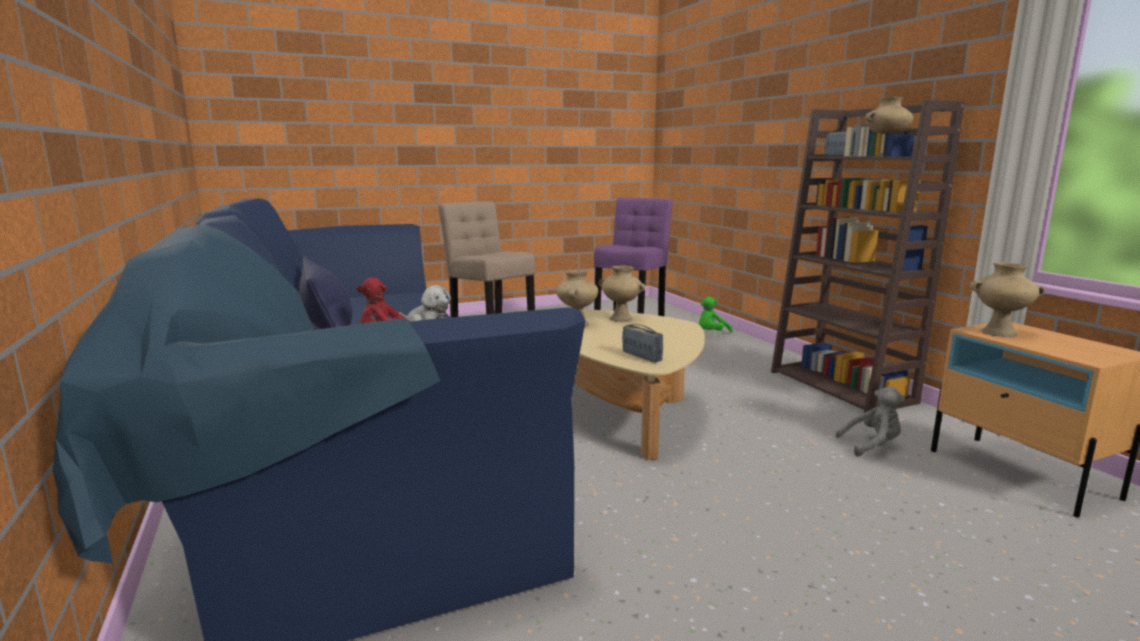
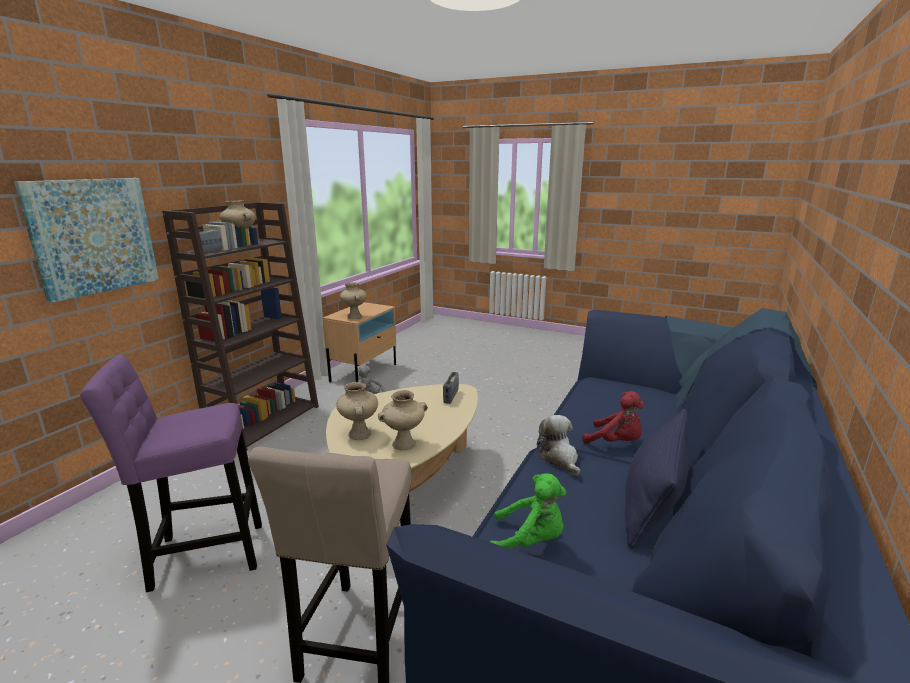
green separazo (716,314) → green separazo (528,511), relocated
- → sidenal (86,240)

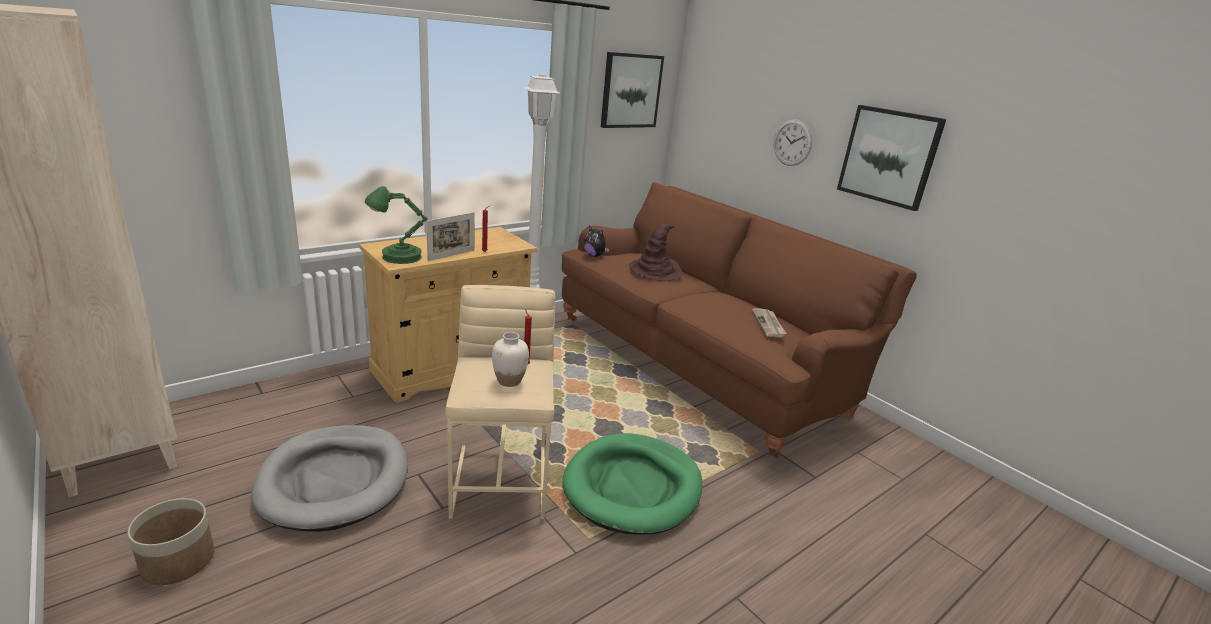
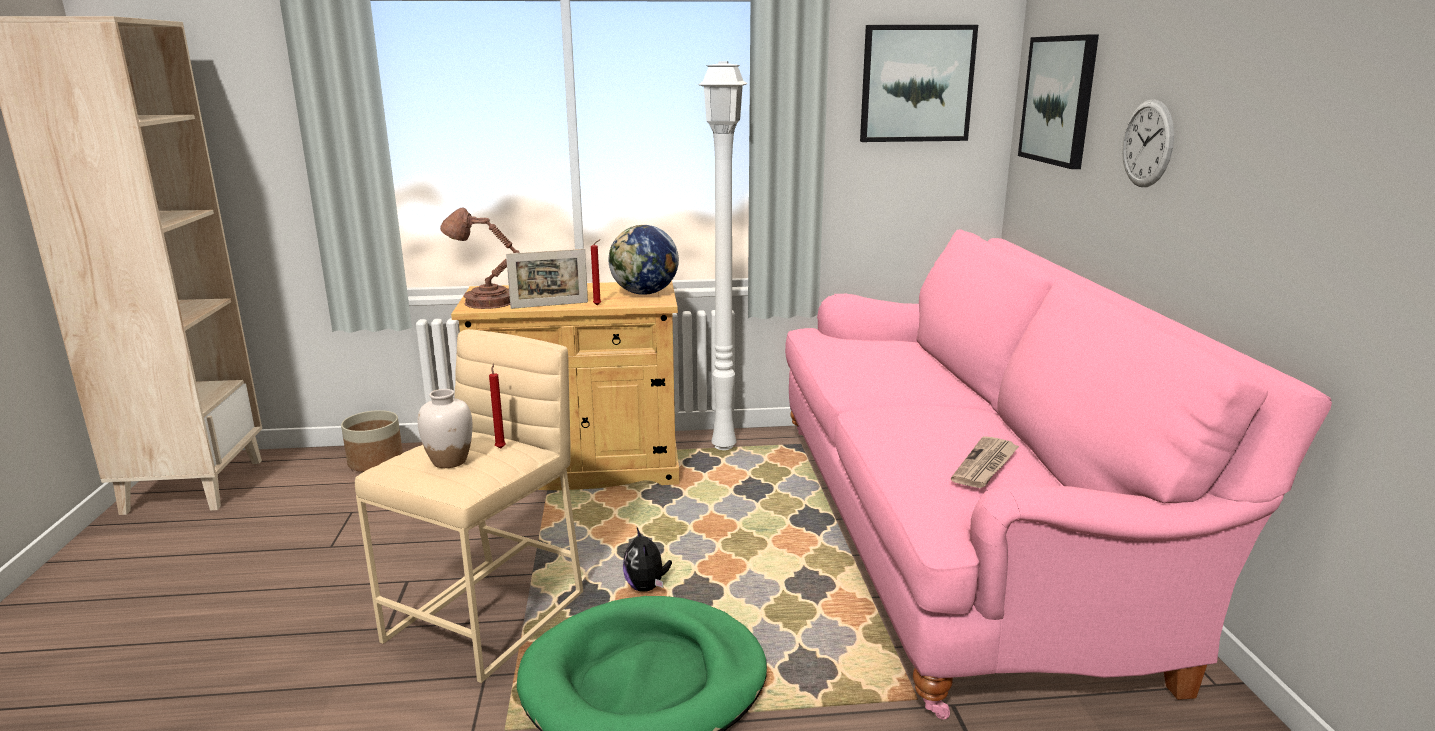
sidenal (891,158) → sidenal (1058,101), relocated
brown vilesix (739,320) → pink vilesix (1058,474)
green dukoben (396,225) → brown dukoben (480,258)
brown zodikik (656,252) → -
separazo (597,241) → separazo (647,560), relocated
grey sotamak (329,478) → -
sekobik (171,541) → sekobik (372,441), relocated
- → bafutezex (643,260)

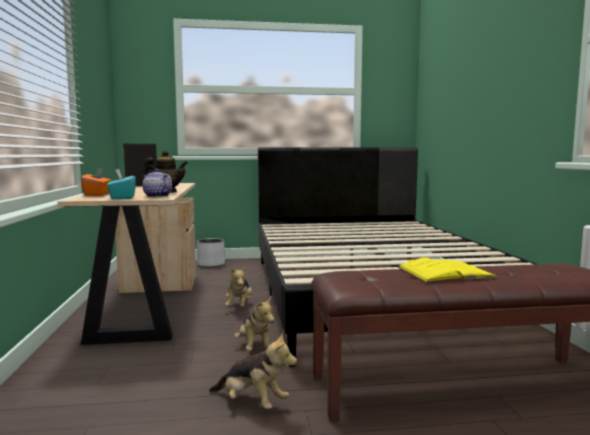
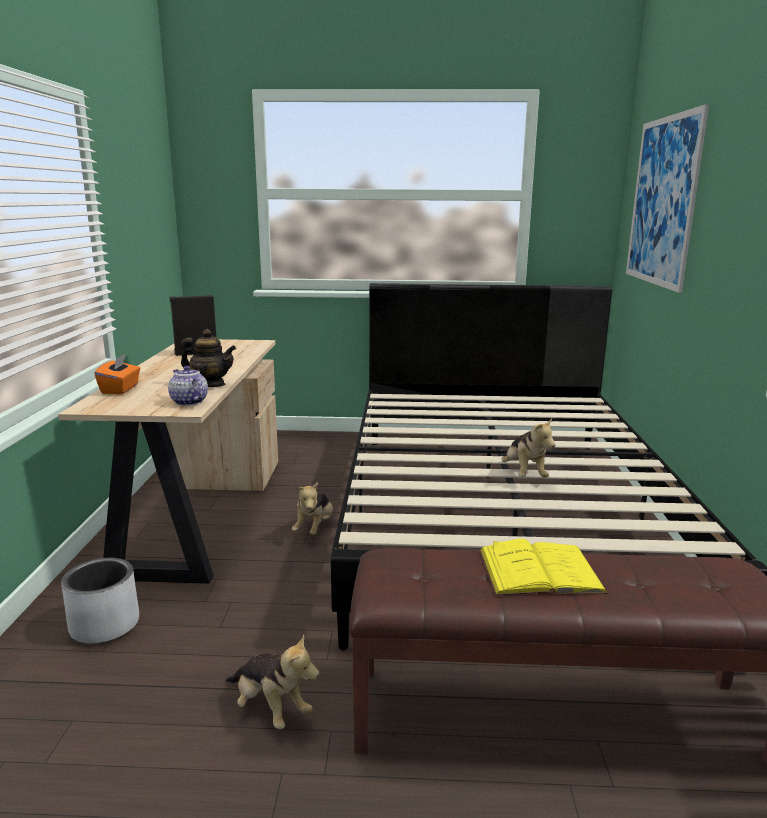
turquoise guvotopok (121,184) → -
grey sekobik (211,252) → grey sekobik (100,601), relocated
separazo (254,324) → separazo (528,447), relocated
- → sidenal (667,198)

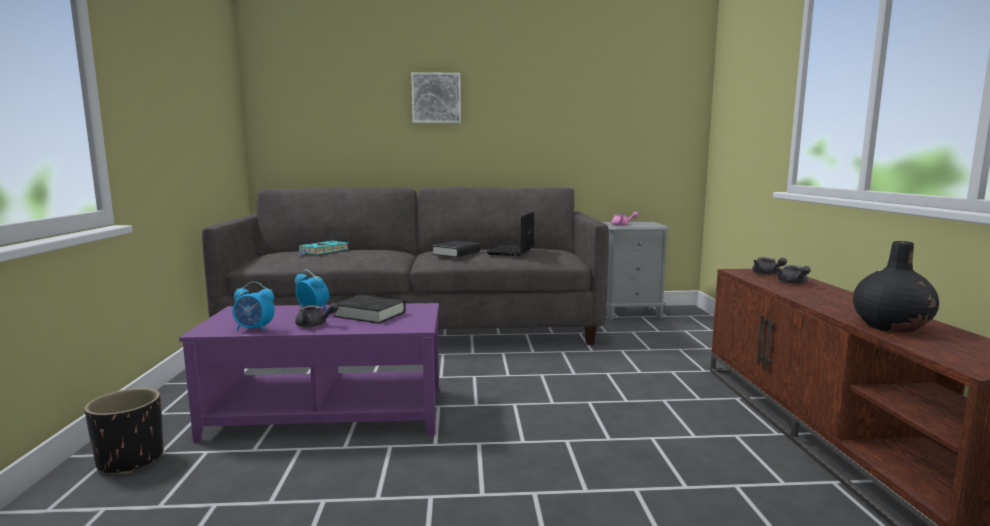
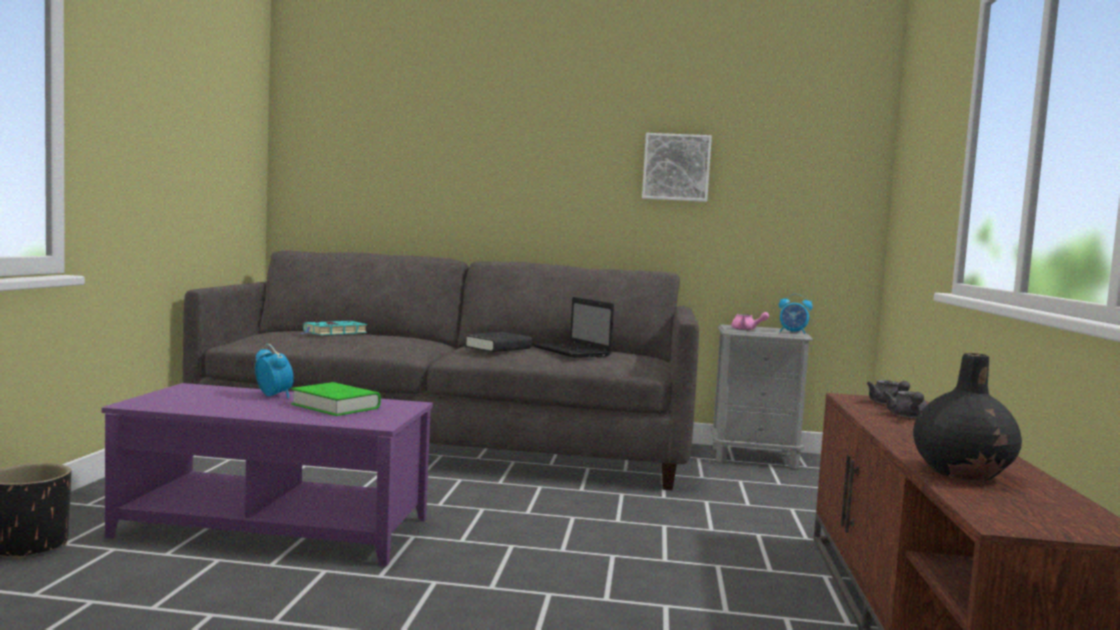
sidenal (436,97) → sidenal (677,167), relocated
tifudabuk (510,233) → tifudabuk (573,327), 60 degrees counterclockwise
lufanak (254,306) → lufanak (796,314), relocated
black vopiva (370,309) → green vopiva (336,399)
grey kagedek (317,315) → -

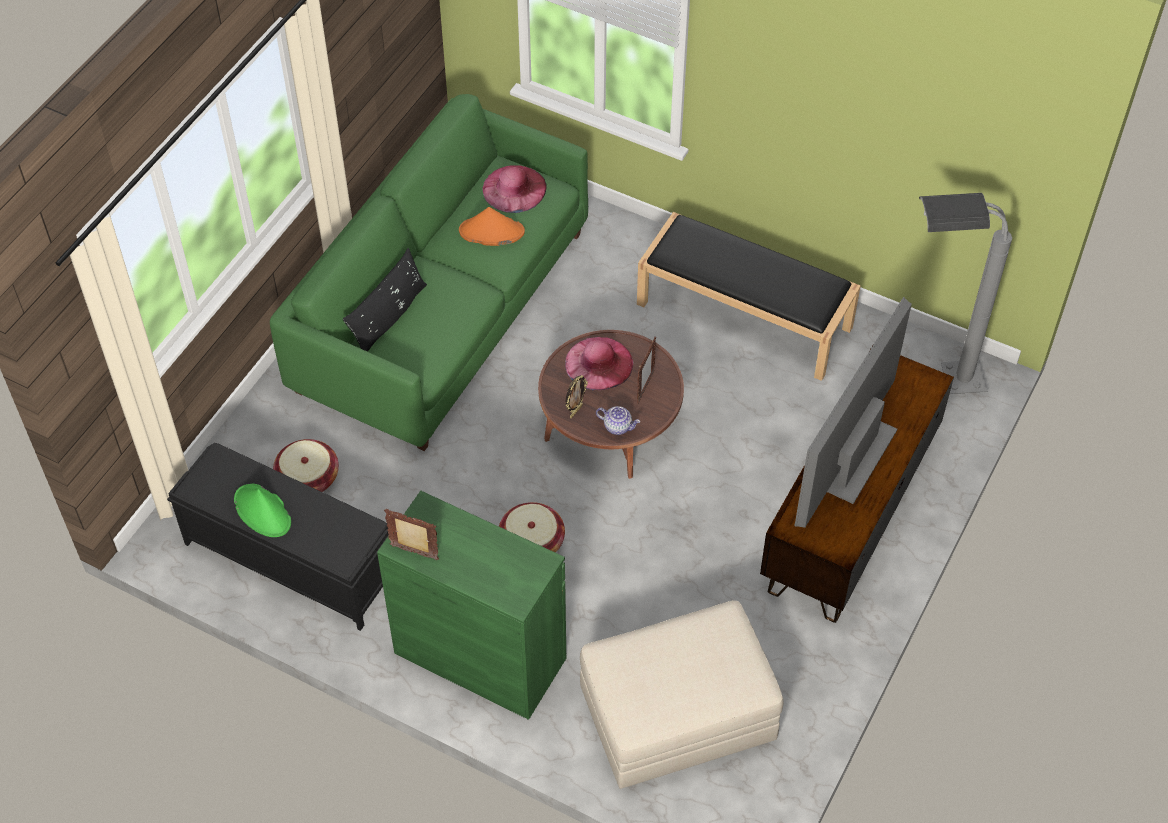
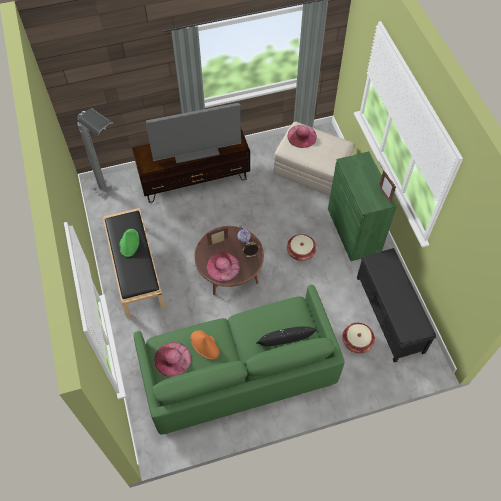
green zodikik (262,510) → green zodikik (129,243), relocated
- → pink zodikik (302,136)

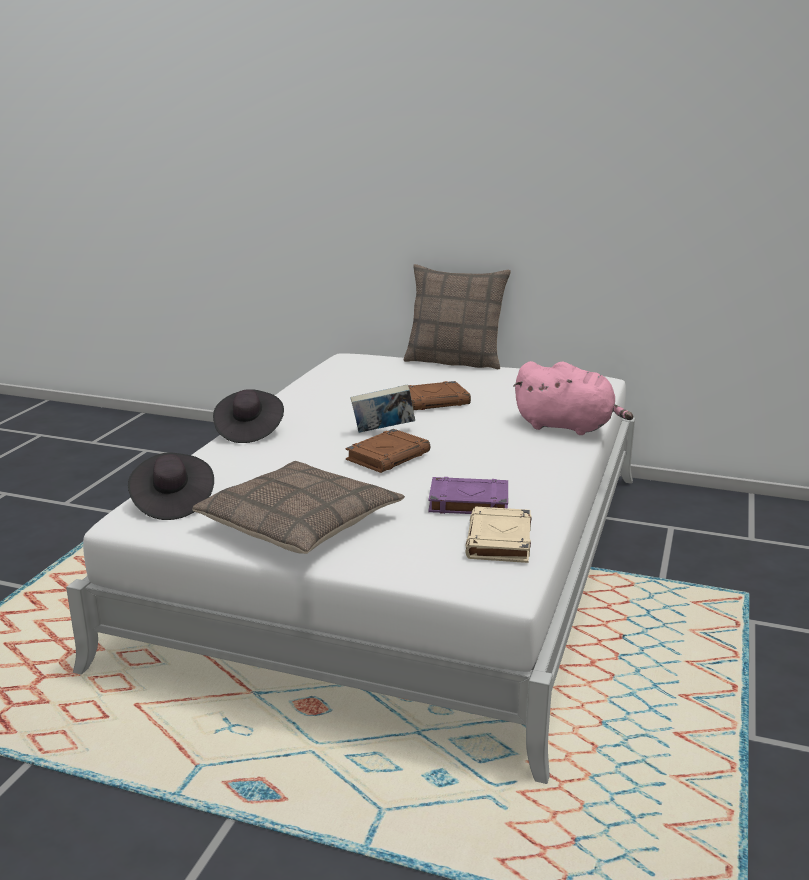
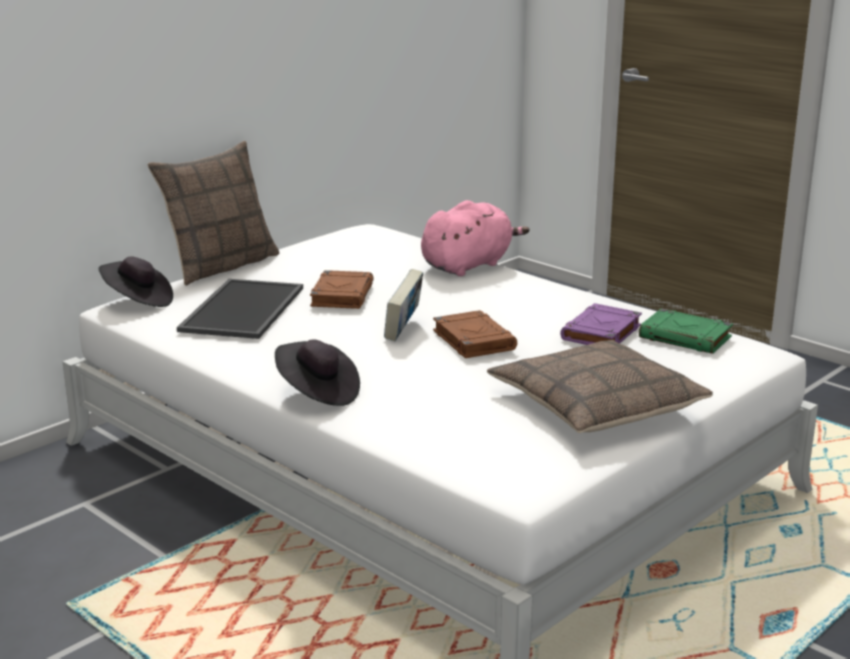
black zodikik (171,486) → black zodikik (136,281), relocated
beige vopiva (498,535) → green vopiva (686,331)
- → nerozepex (240,309)

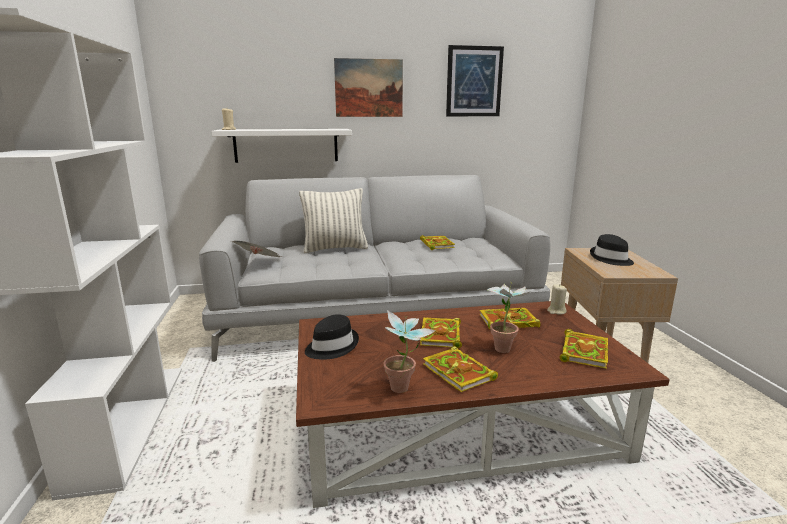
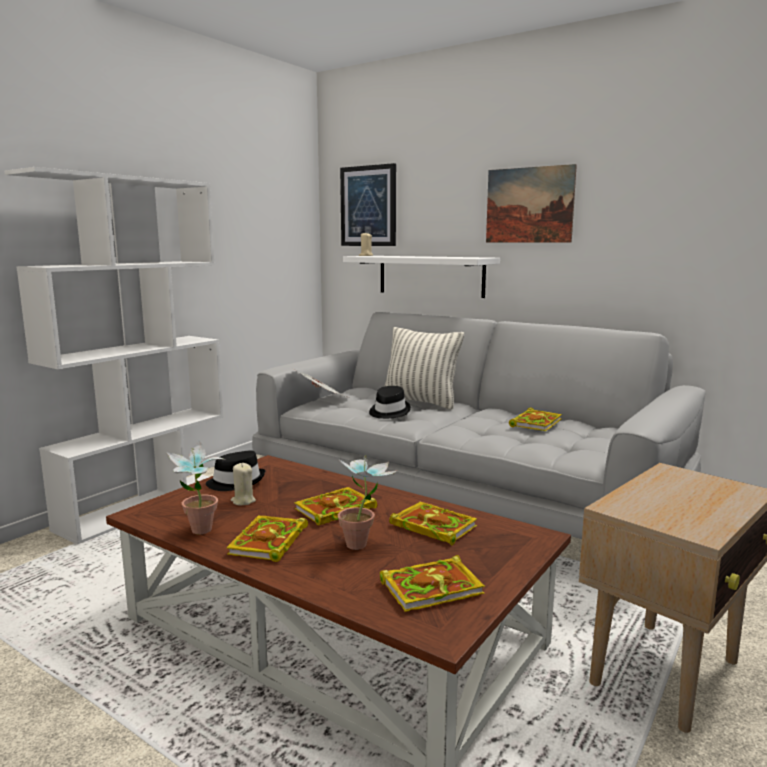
sidenal (475,80) → sidenal (368,204), relocated
black zodikik (612,250) → black zodikik (390,402), relocated
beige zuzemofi (557,299) → beige zuzemofi (243,484), relocated

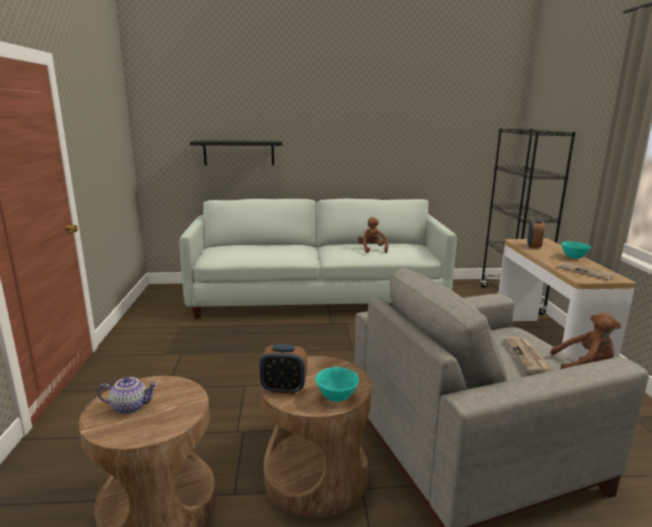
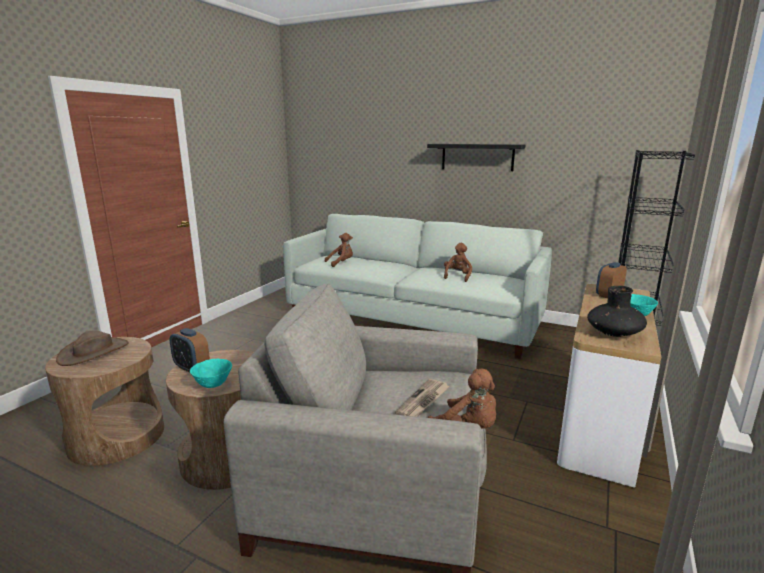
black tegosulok (236,152) → black tegosulok (476,157), relocated
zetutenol (587,272) → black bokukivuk (617,311)
kagedek (128,395) → brown zodikik (92,348)
- → brown separazo (339,250)

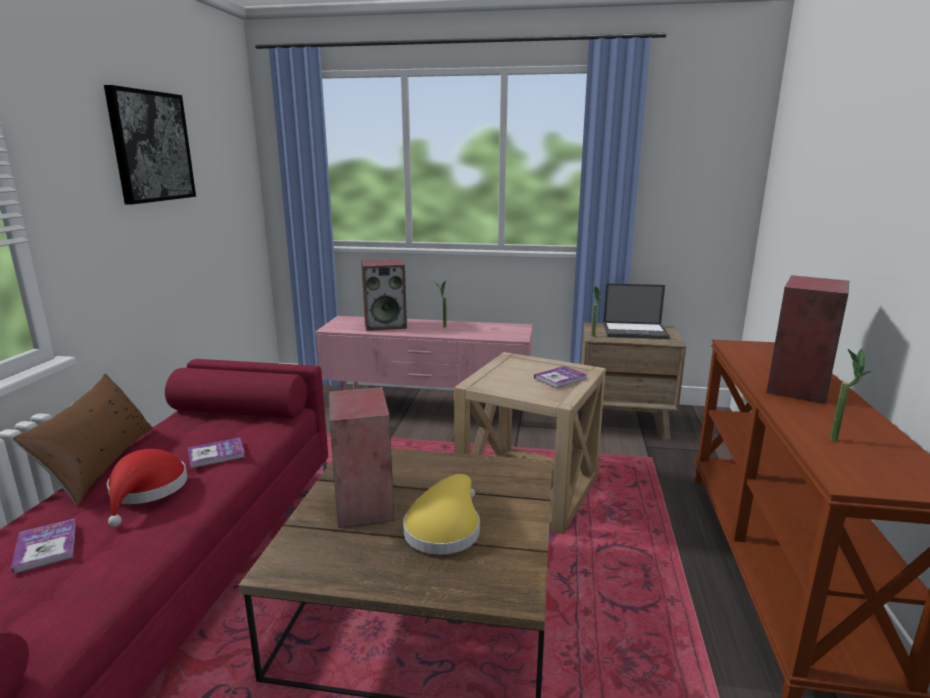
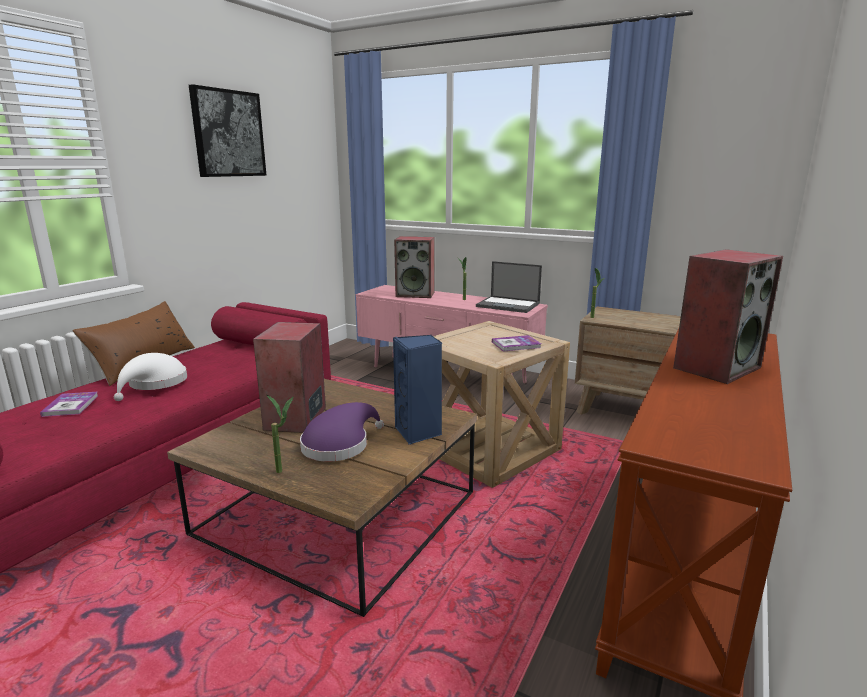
tifudabuk (636,311) → tifudabuk (509,287), relocated
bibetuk (851,395) → bibetuk (280,434), relocated
vopiva (216,452) → -
red zodikik (147,488) → white zodikik (150,377)
yellow zodikik (441,514) → purple zodikik (342,432)
- → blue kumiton (417,390)

